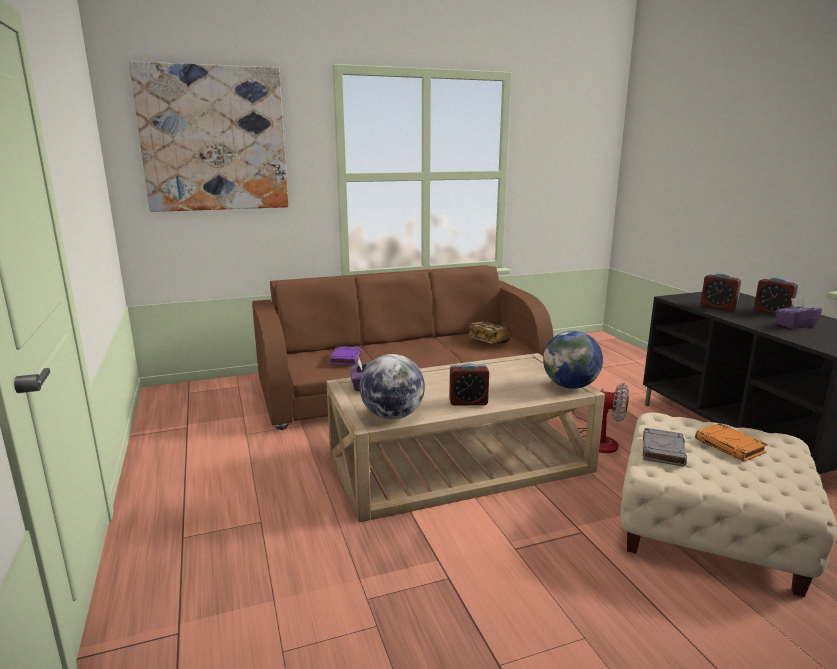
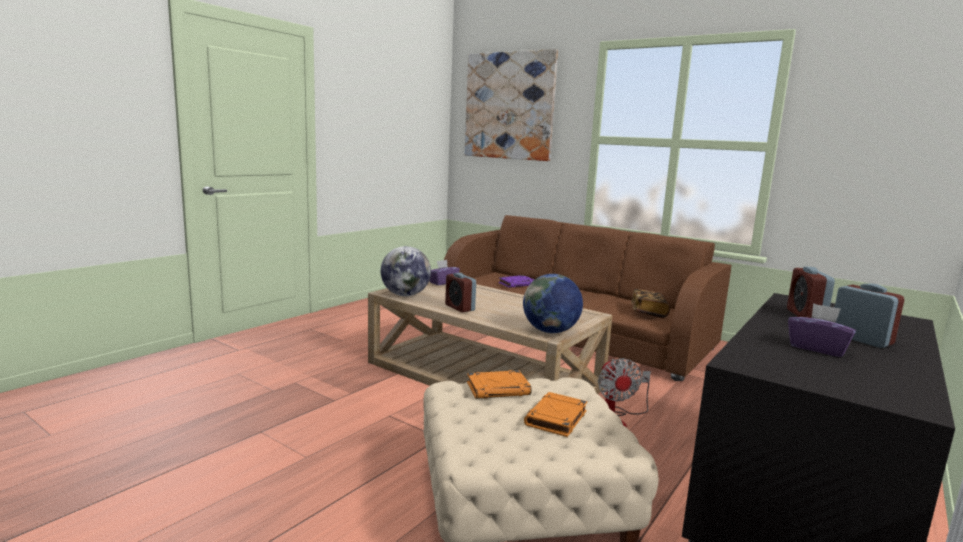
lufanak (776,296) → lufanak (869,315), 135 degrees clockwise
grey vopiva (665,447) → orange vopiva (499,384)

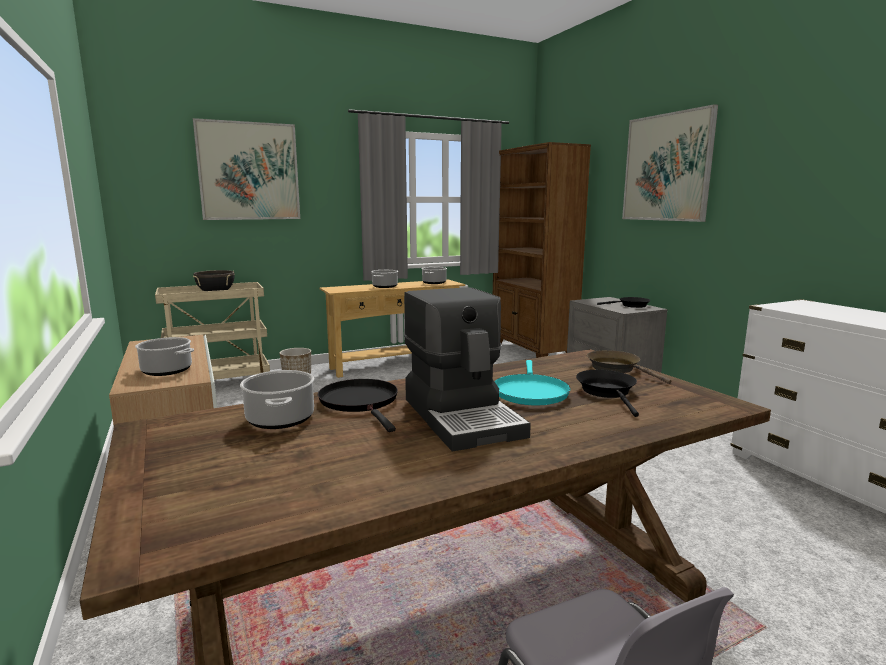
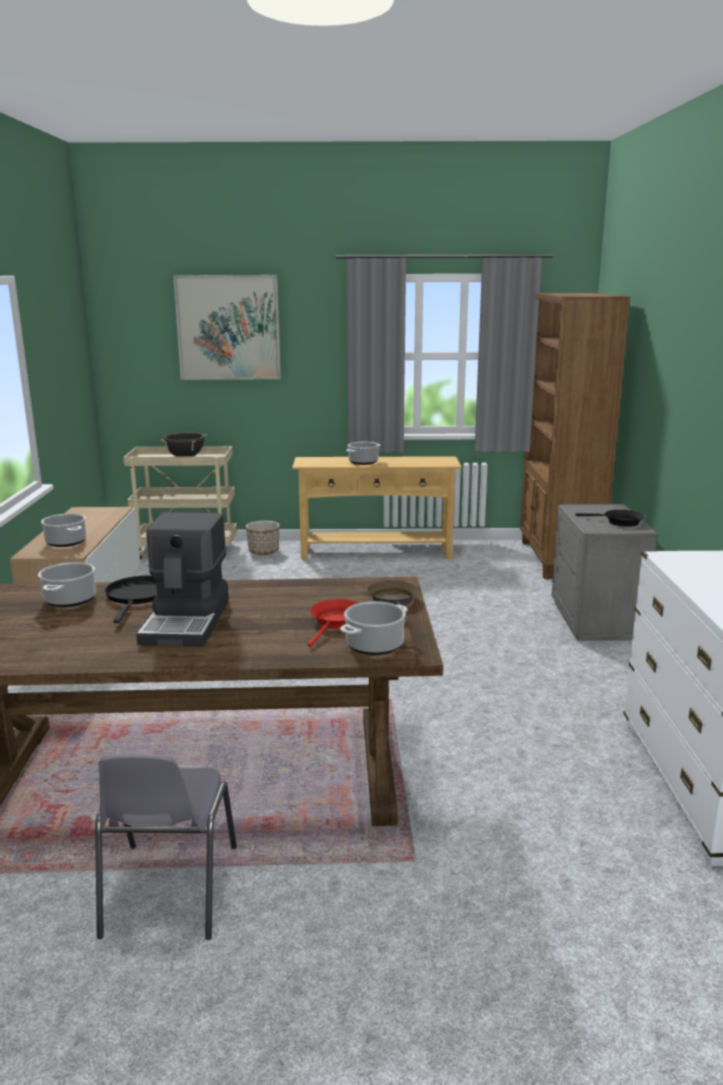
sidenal (670,163) → -
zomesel (434,275) → zomesel (374,628), relocated
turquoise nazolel (532,383) → -
black nazolel (607,393) → red nazolel (333,623)

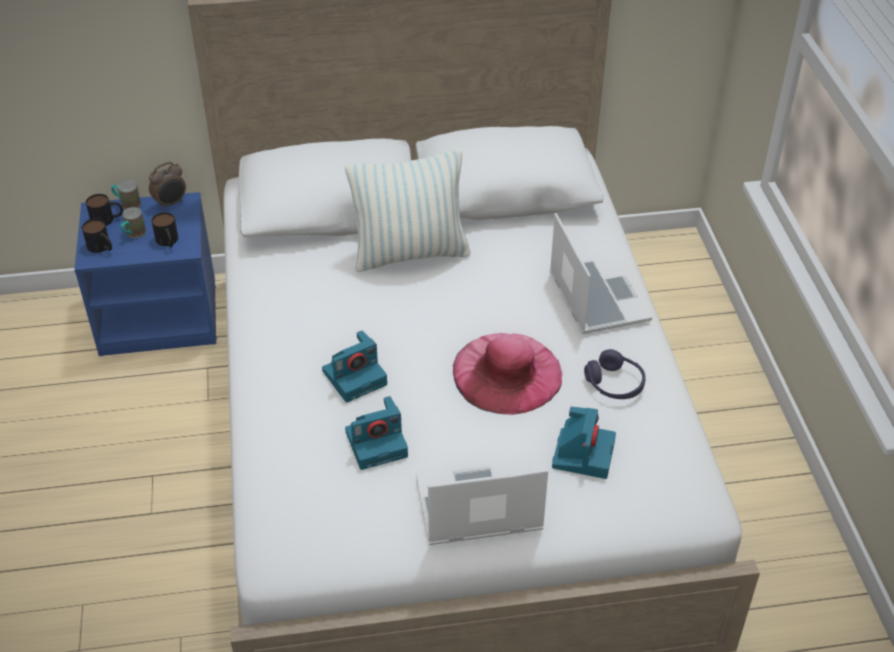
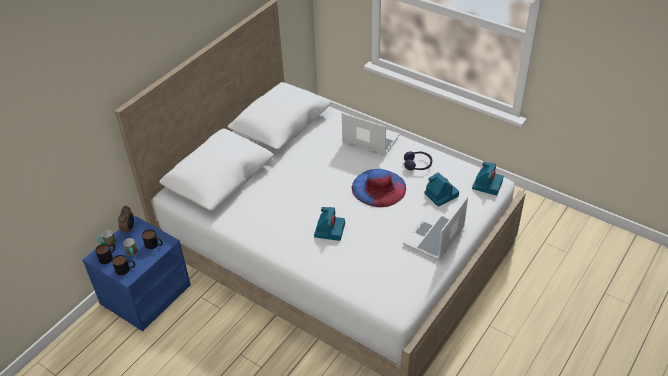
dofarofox (408,210) → -
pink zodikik (507,374) → blue zodikik (379,188)
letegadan (376,433) → letegadan (488,179), relocated

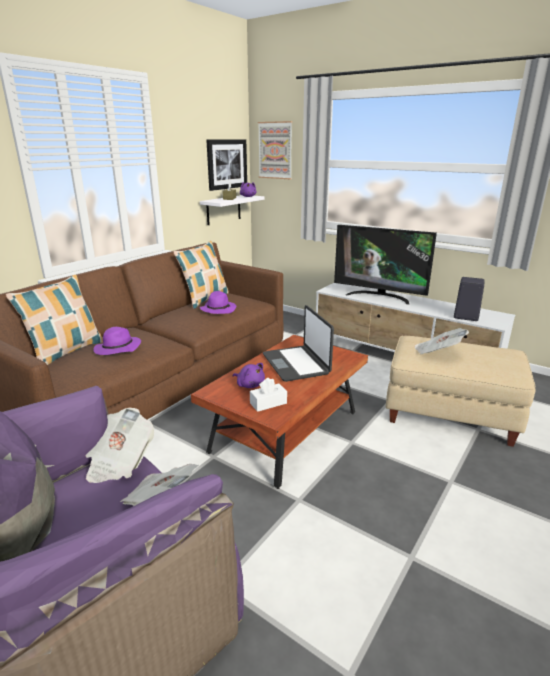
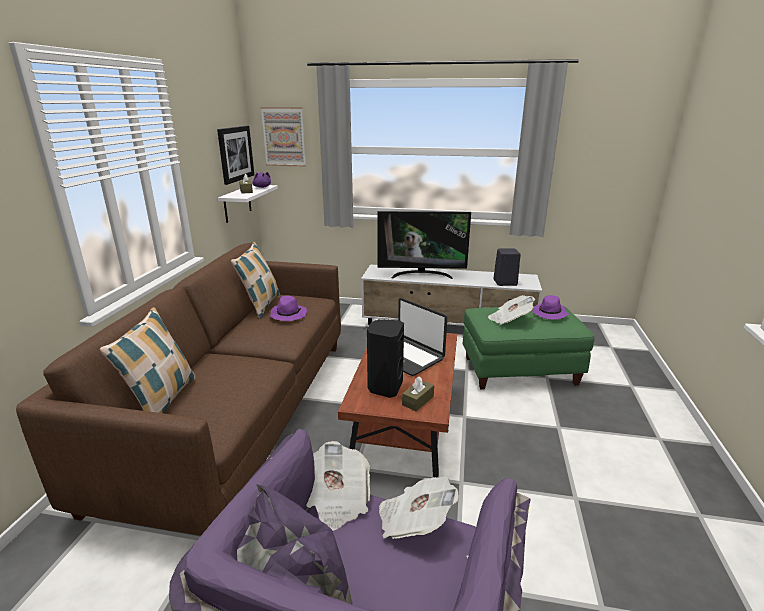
purple zodikik (117,341) → purple zodikik (551,307), relocated
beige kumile (460,391) → green kumile (528,348)
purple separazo (249,375) → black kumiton (385,358)
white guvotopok (268,395) → brown guvotopok (418,394)

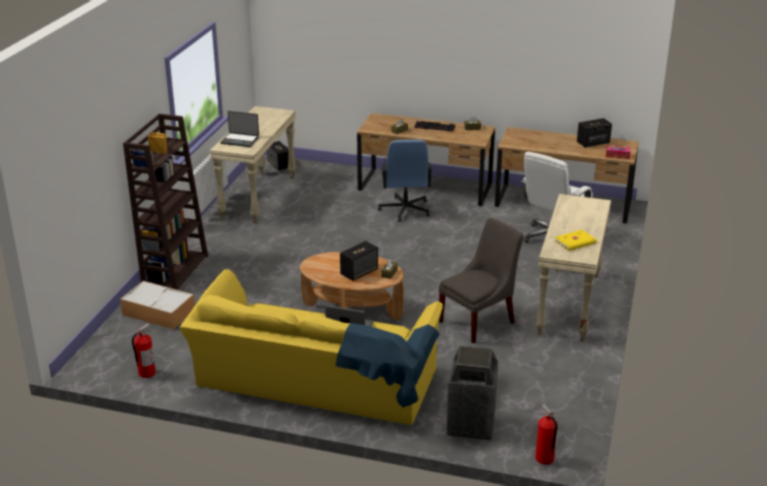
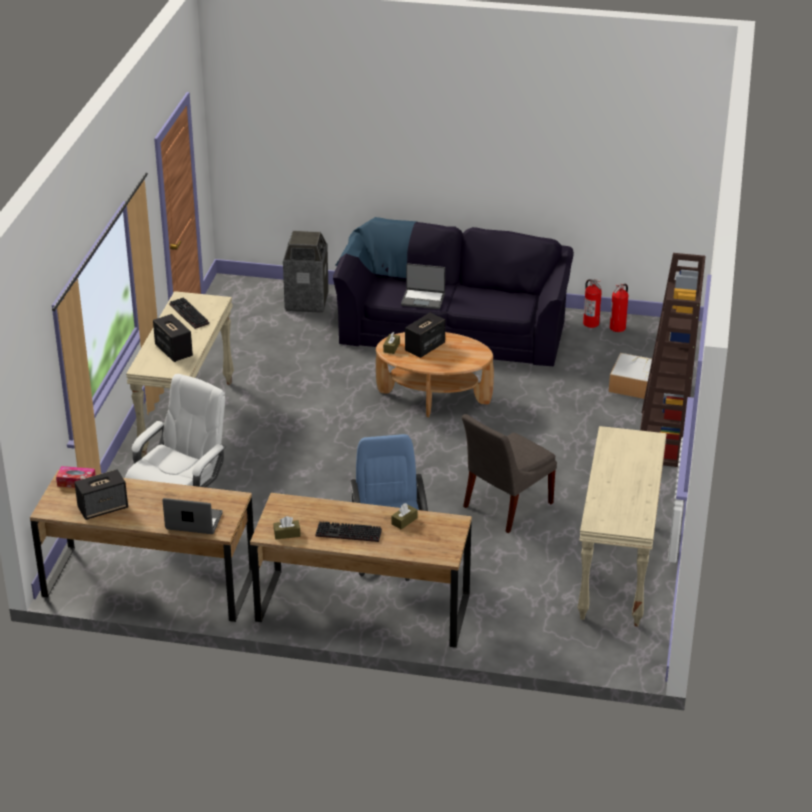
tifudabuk (239,129) → tifudabuk (192,516), relocated
kumiton (278,156) → kumiton (173,338), relocated
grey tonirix (481,280) → grey tonirix (509,473), relocated
yellow vopiva (576,240) → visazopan (189,313)
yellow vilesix (311,347) → black vilesix (453,291)
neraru (546,434) → neraru (592,303), relocated

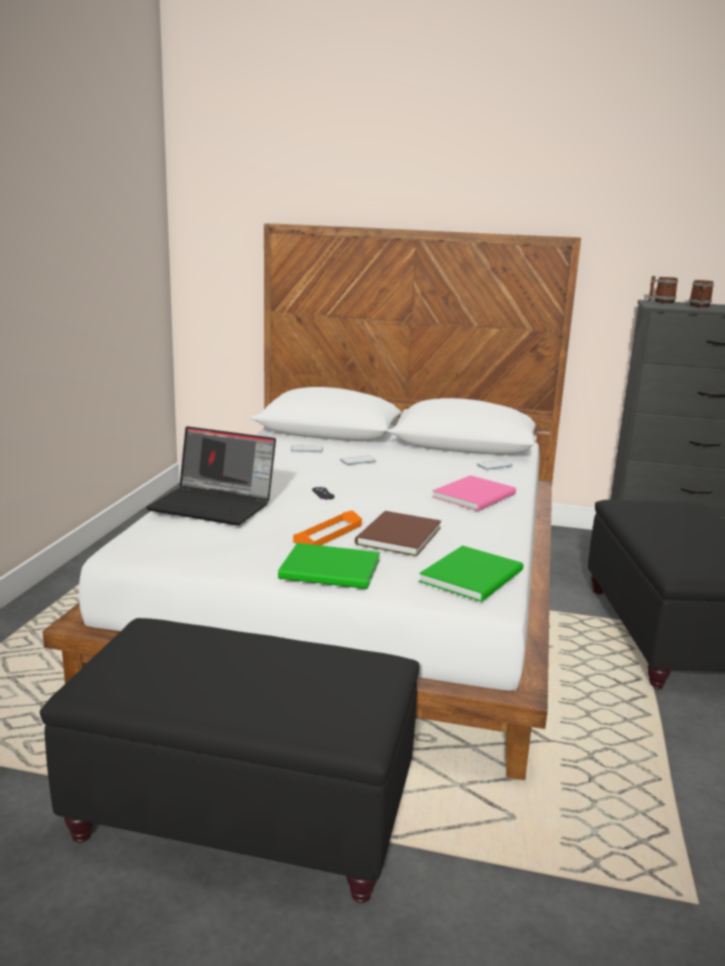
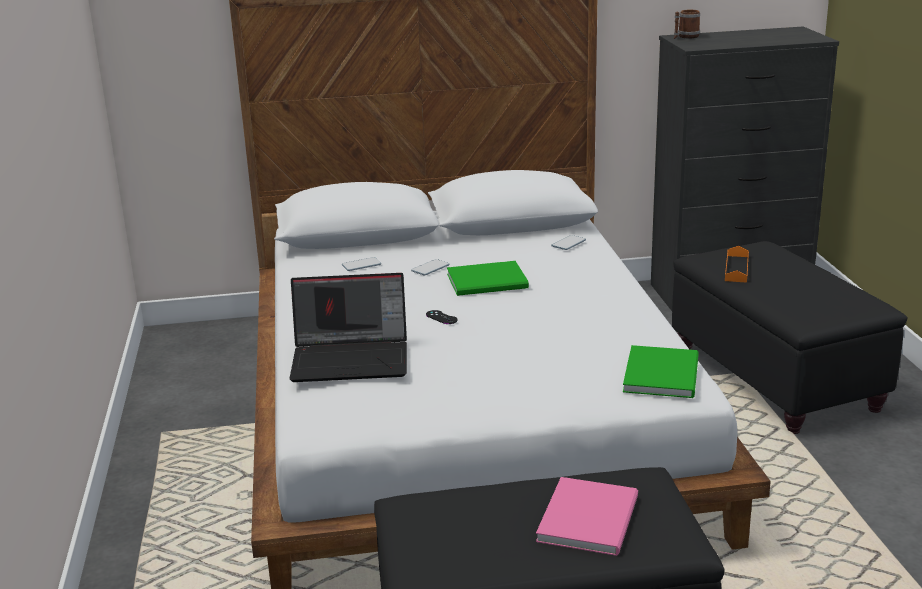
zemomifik (701,294) → -
pink vopiva (474,493) → pink vopiva (587,516), relocated
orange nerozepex (327,527) → orange nerozepex (737,264), relocated
brown vopiva (398,533) → -
green vopiva (329,566) → green vopiva (488,278), relocated

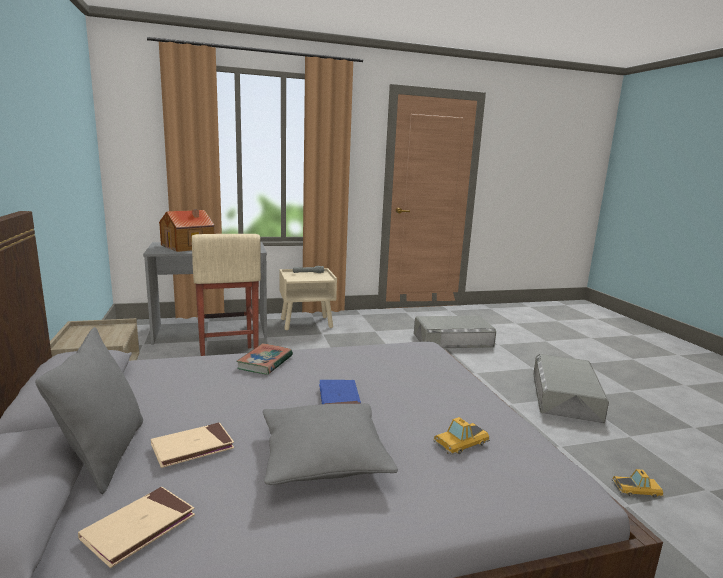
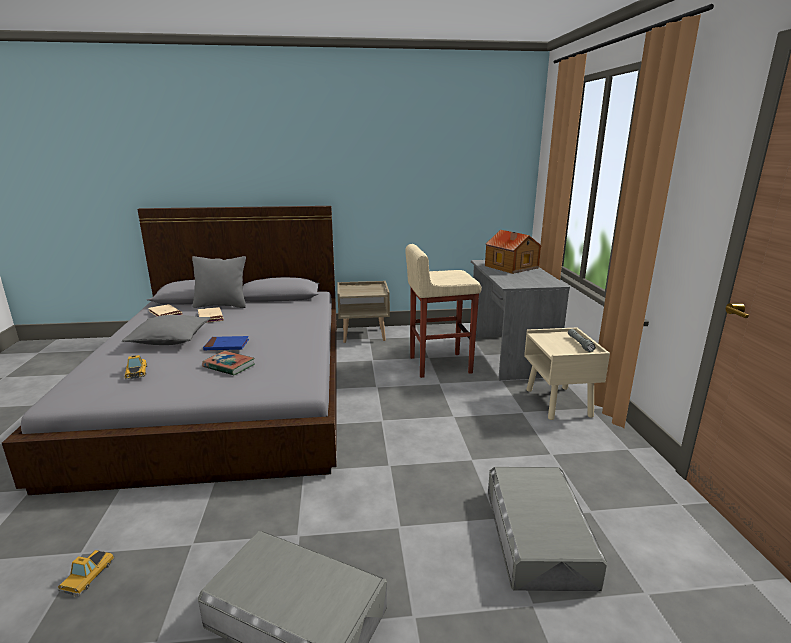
vopiva (264,359) → vopiva (228,363), relocated

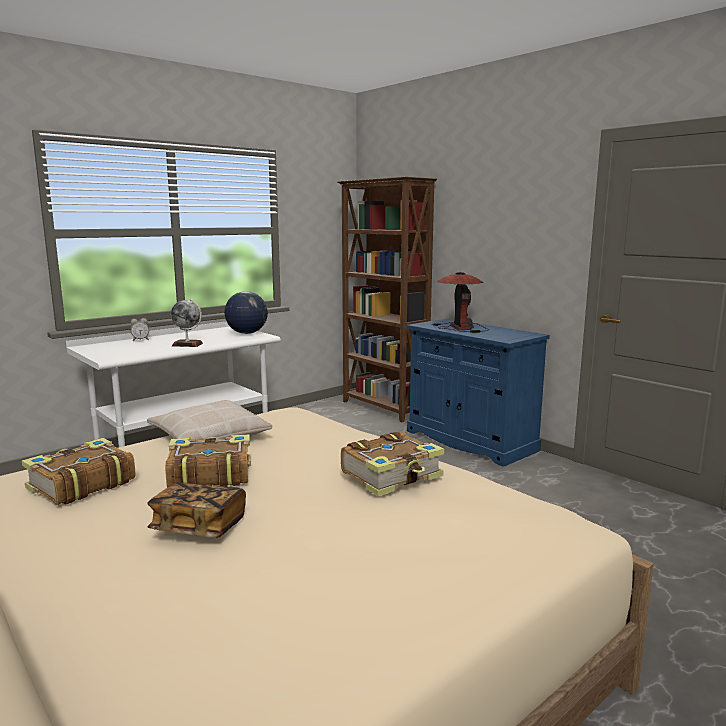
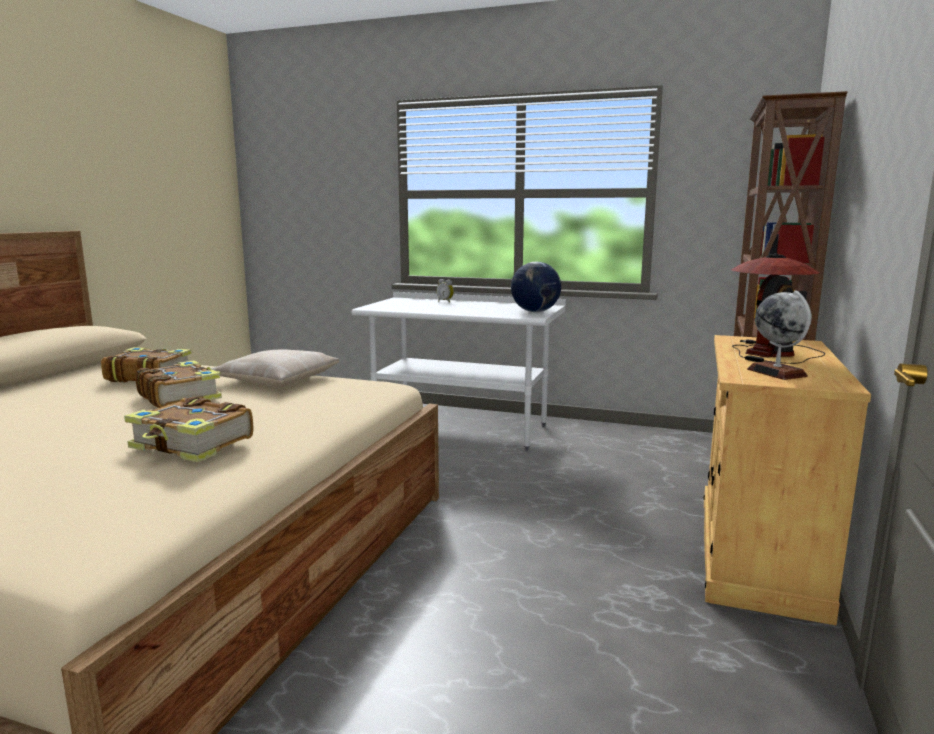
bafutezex (187,323) → bafutezex (779,335), relocated
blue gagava (478,393) → beige gagava (787,480)
vopiva (196,510) → -

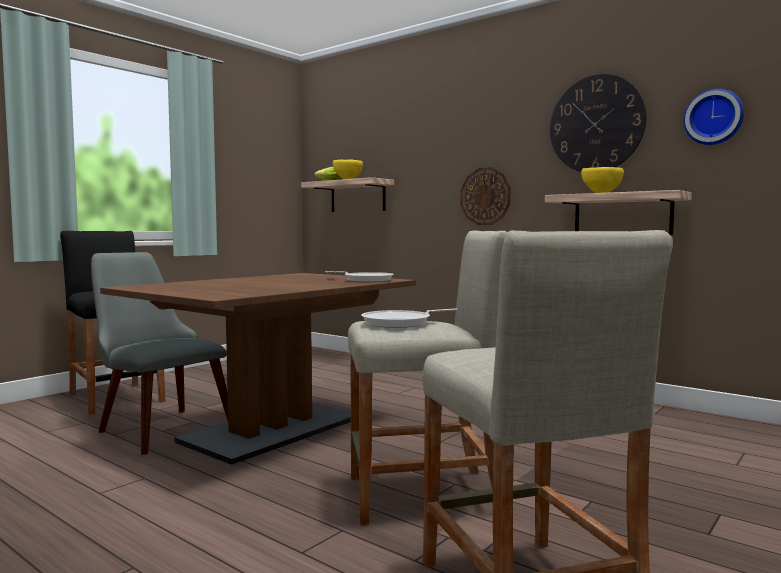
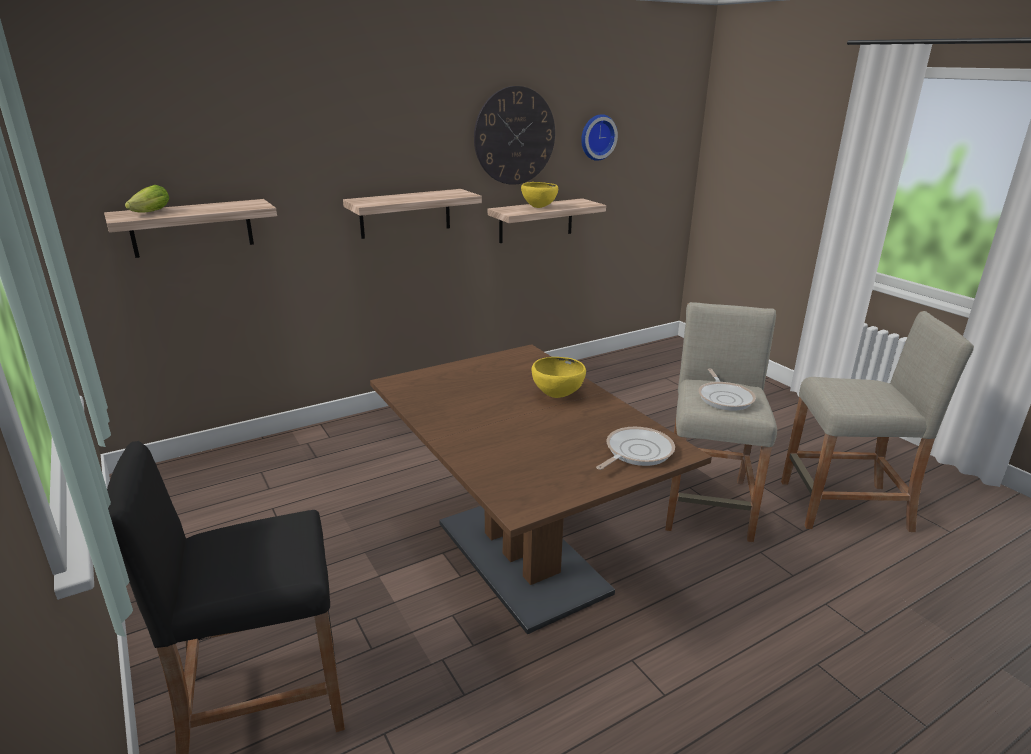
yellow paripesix (348,169) → yellow paripesix (558,377), relocated
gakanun (485,196) → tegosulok (412,214)
grey tonirix (159,353) → -
nazolel (359,276) → nazolel (635,448), relocated

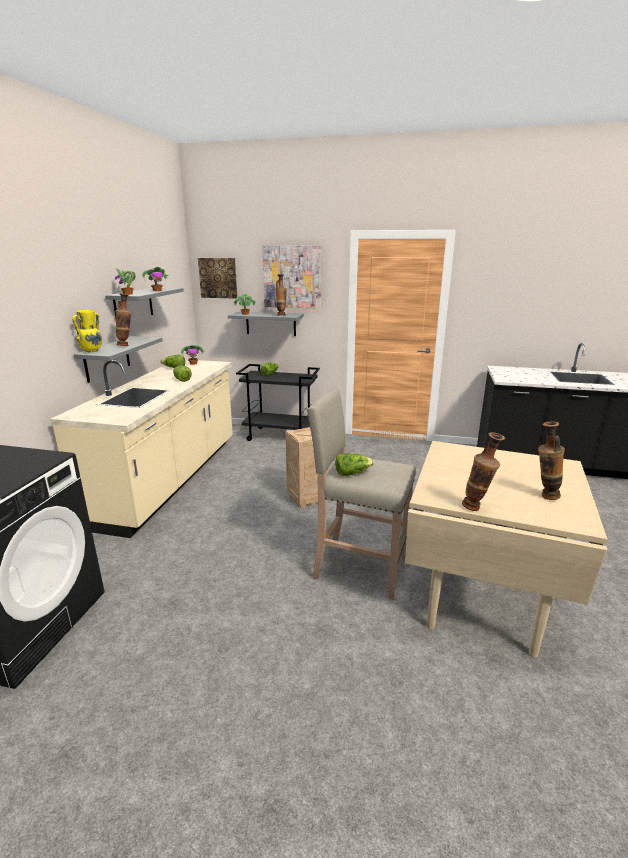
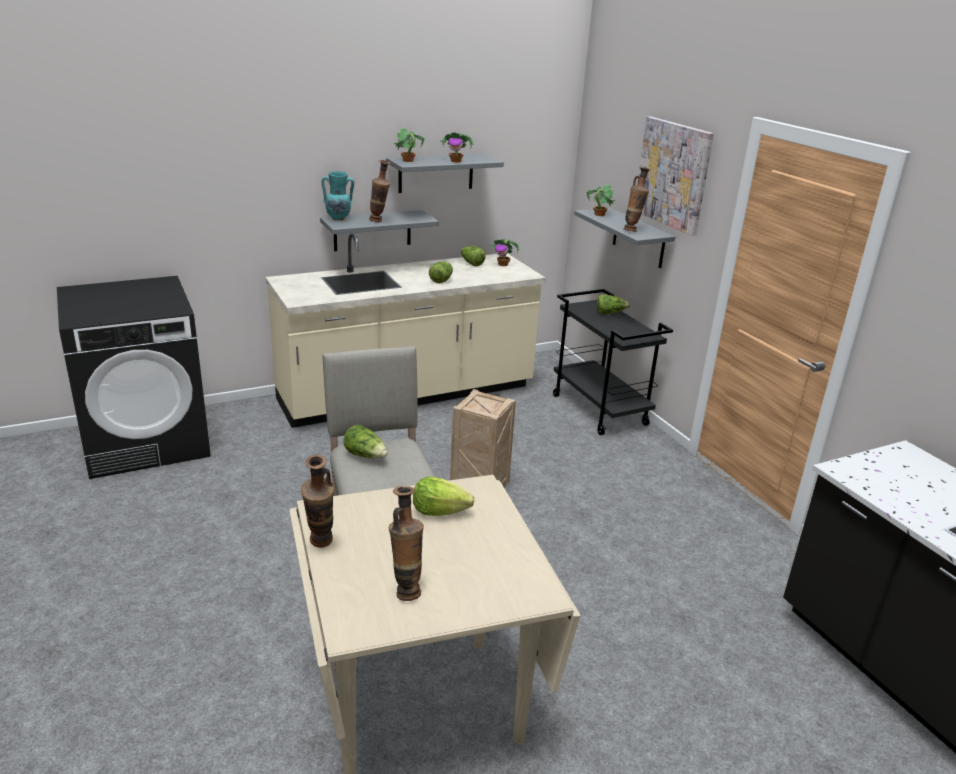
sidenal (217,278) → -
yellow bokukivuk (87,331) → turquoise bokukivuk (337,195)
- → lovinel (443,496)

